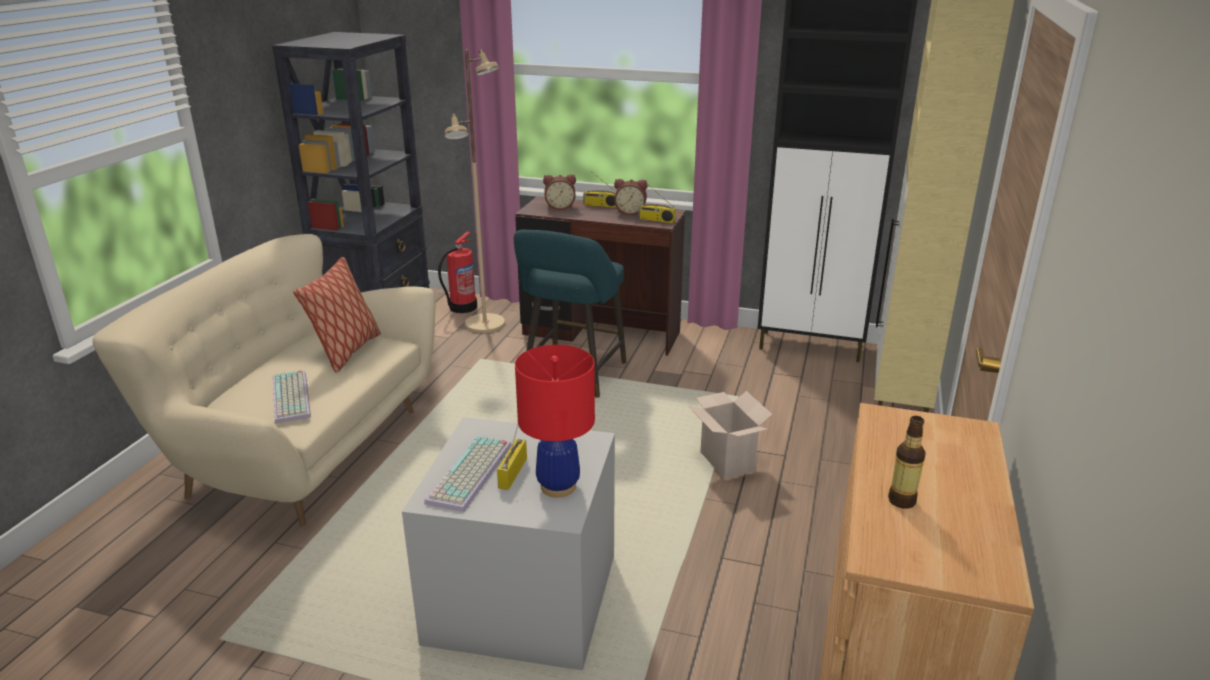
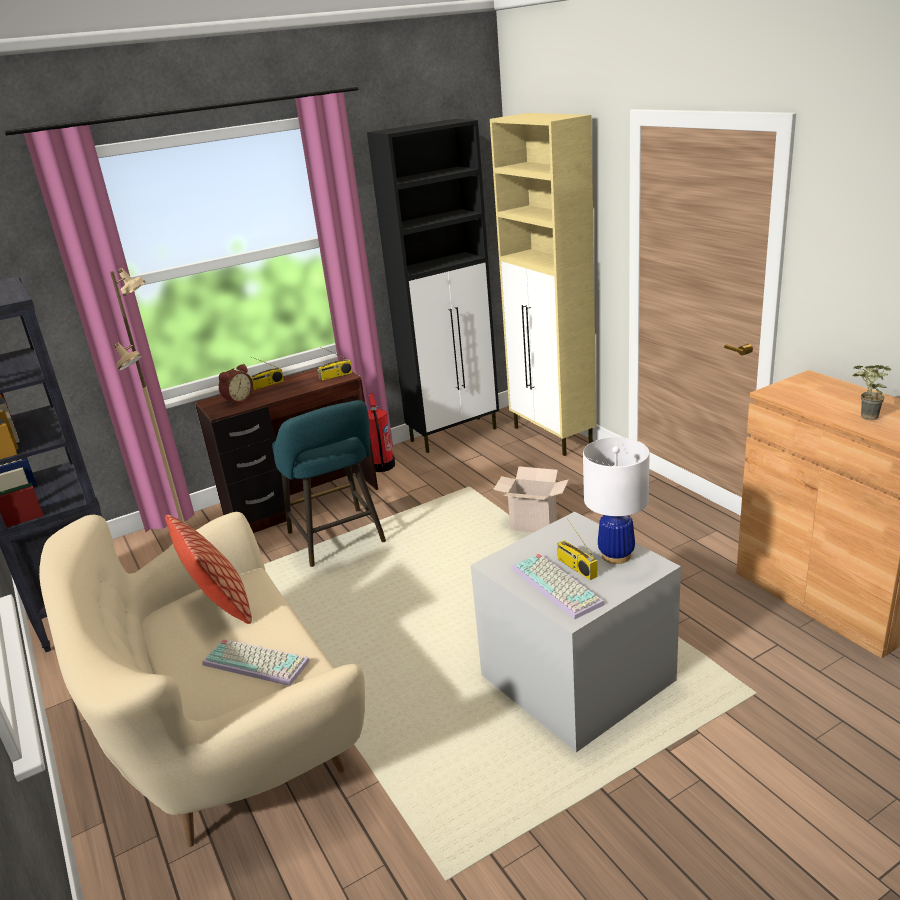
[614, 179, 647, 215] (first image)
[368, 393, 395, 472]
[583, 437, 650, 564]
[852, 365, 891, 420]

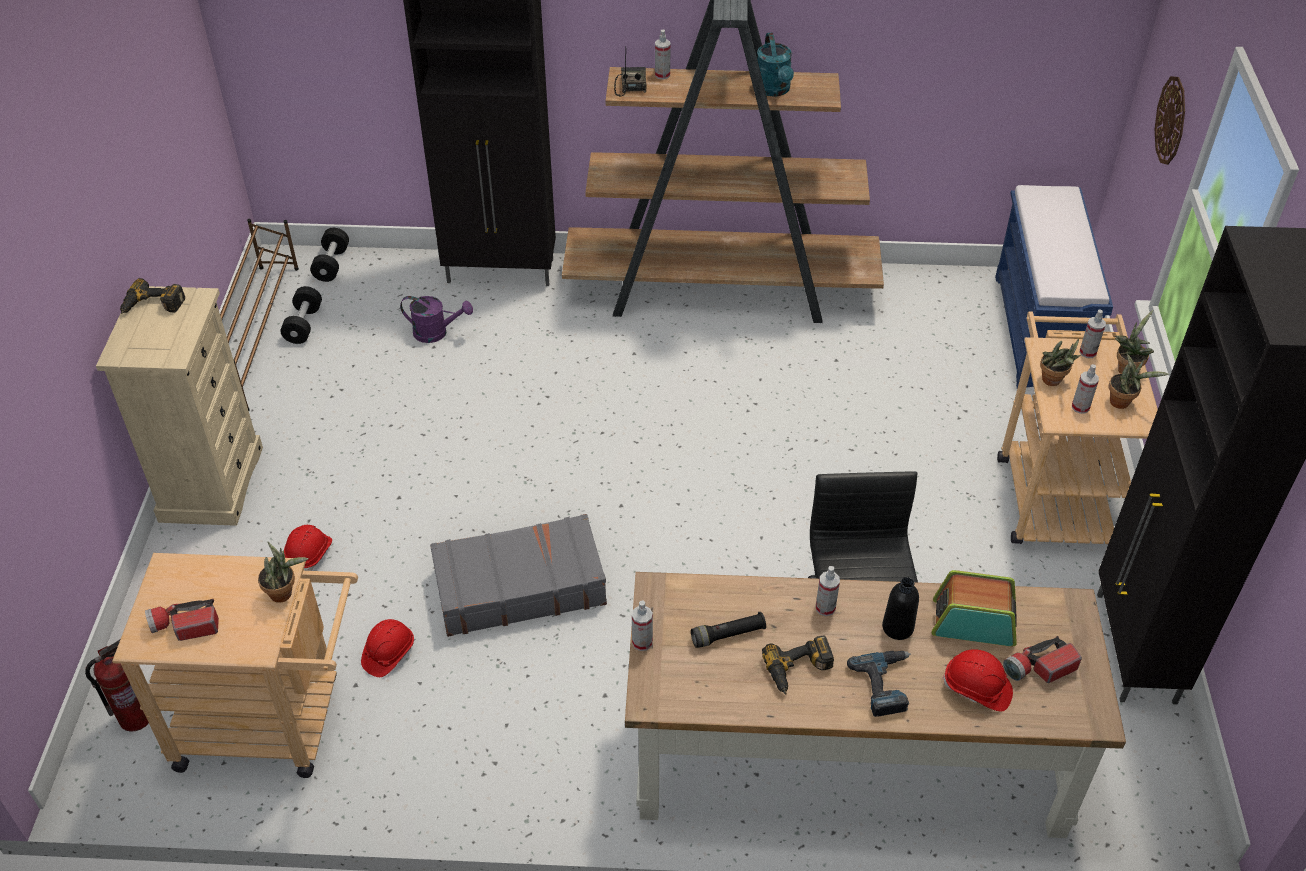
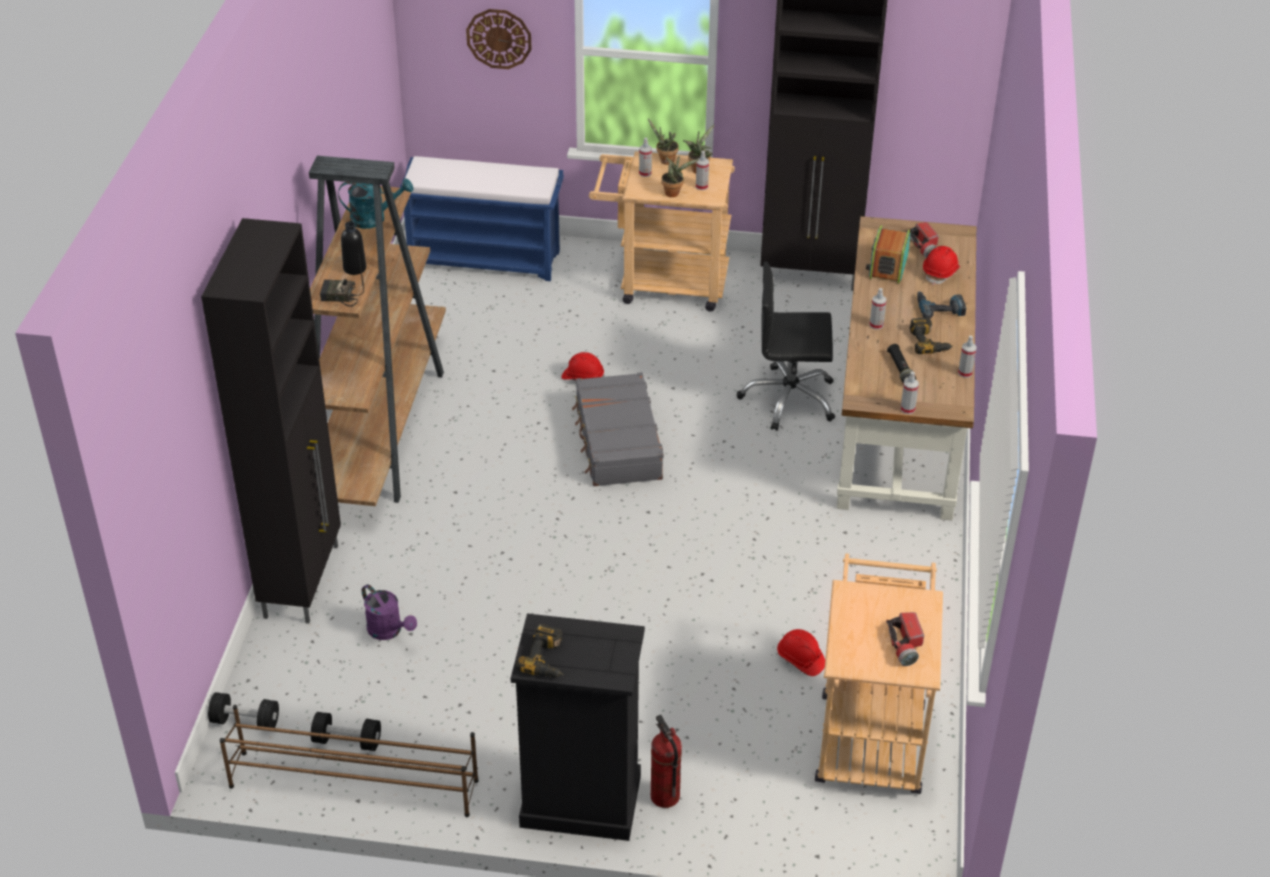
[958, 336, 977, 378]
[511, 614, 645, 841]
[362, 584, 417, 640]
[572, 372, 664, 486]
[561, 352, 604, 382]
[258, 541, 309, 603] (first image)
[341, 221, 366, 275]
[651, 715, 682, 808]

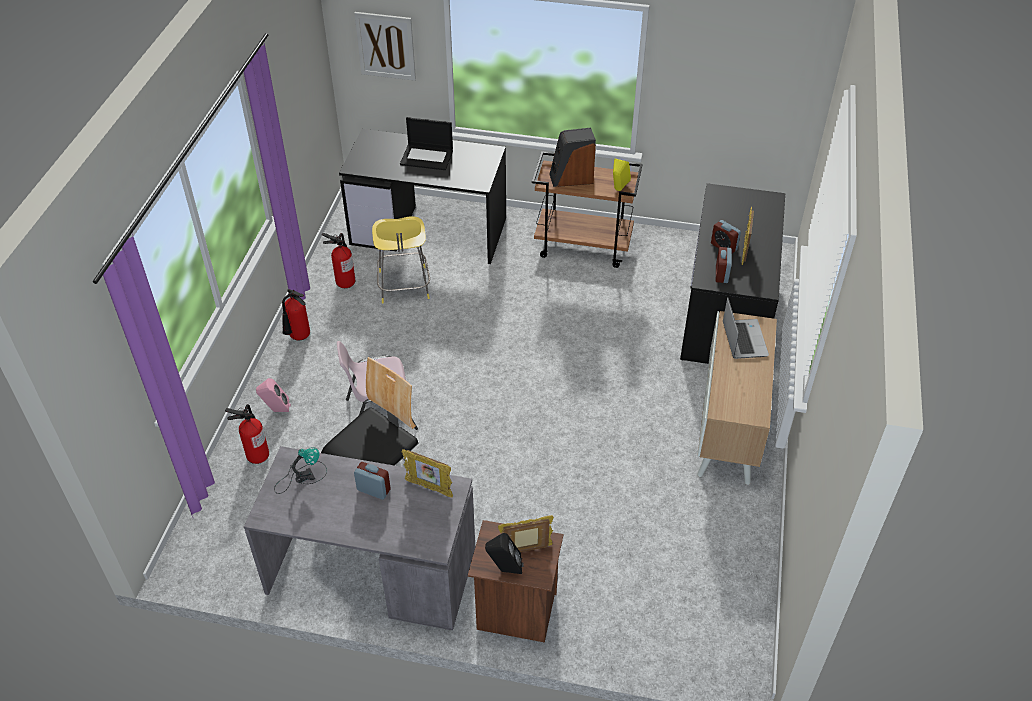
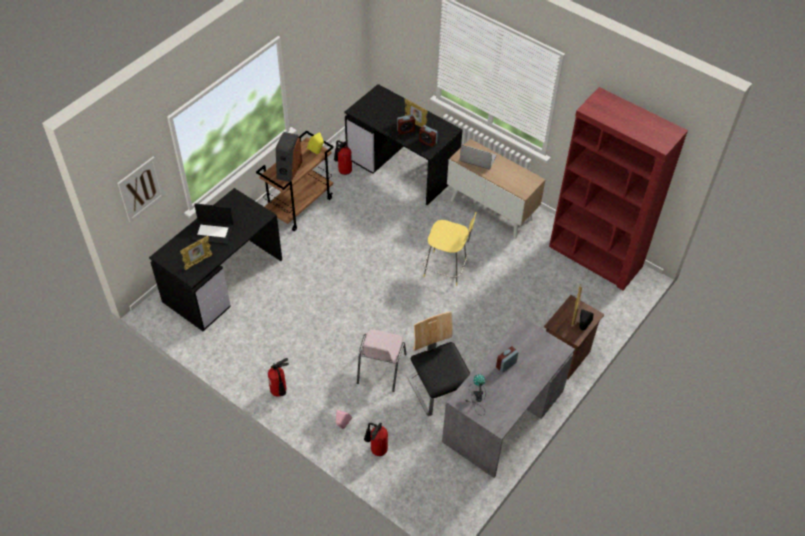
[192, 203, 234, 245]
[423, 212, 477, 286]
[334, 140, 352, 175]
[180, 236, 212, 270]
[549, 87, 688, 291]

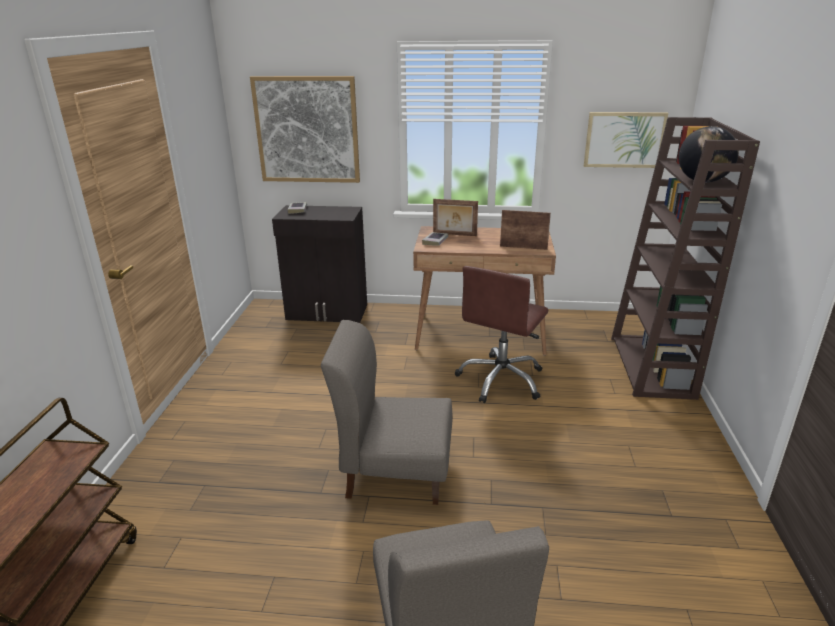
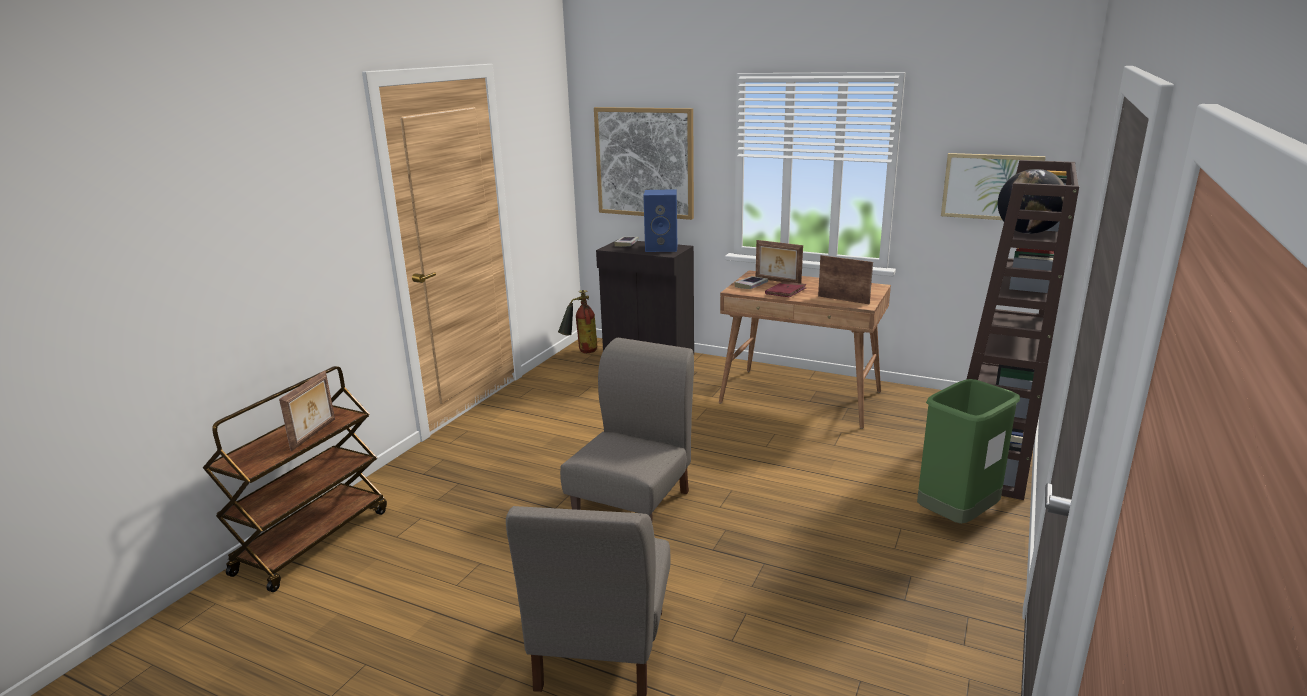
[455, 266, 548, 403] (first image)
[560, 338, 694, 521]
[643, 189, 677, 252]
[765, 281, 807, 297]
[558, 290, 597, 353]
[279, 370, 335, 451]
[917, 379, 1020, 524]

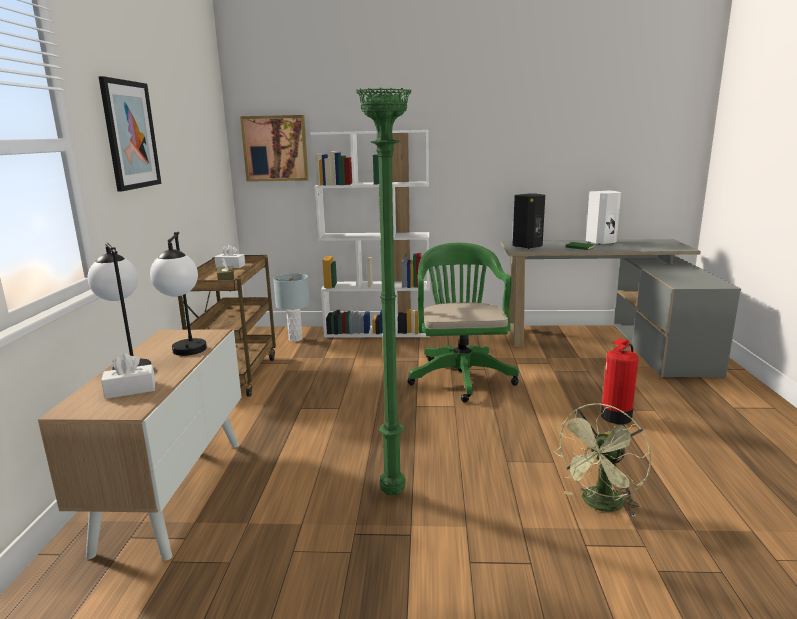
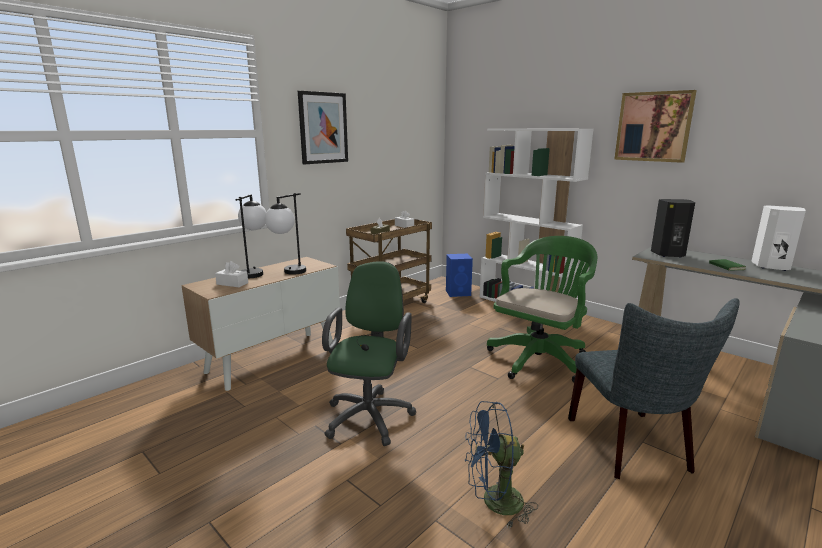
[322, 261, 416, 446]
[614, 90, 697, 163]
[446, 254, 473, 297]
[568, 298, 740, 479]
[465, 401, 538, 528]

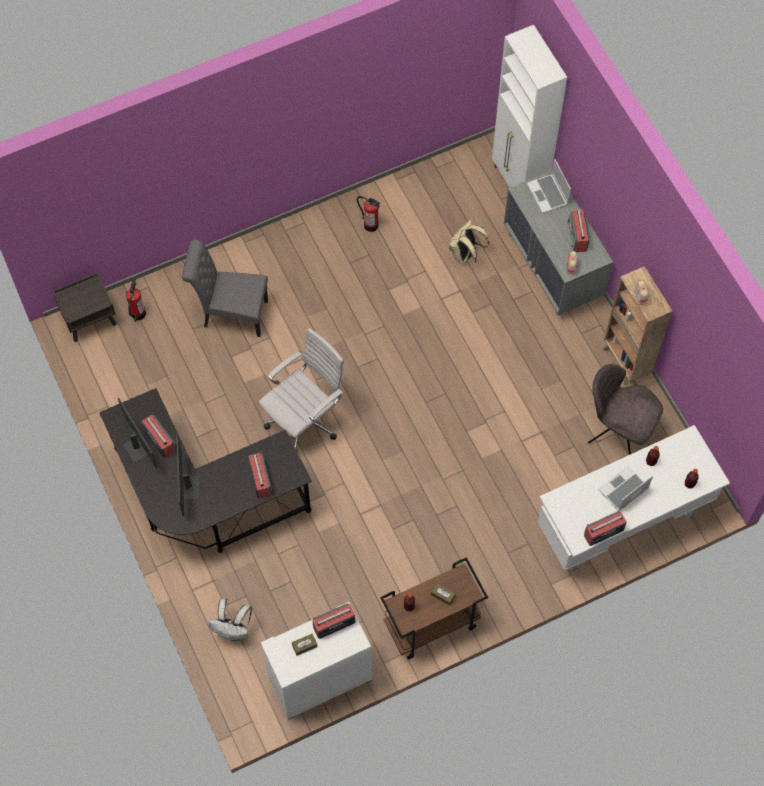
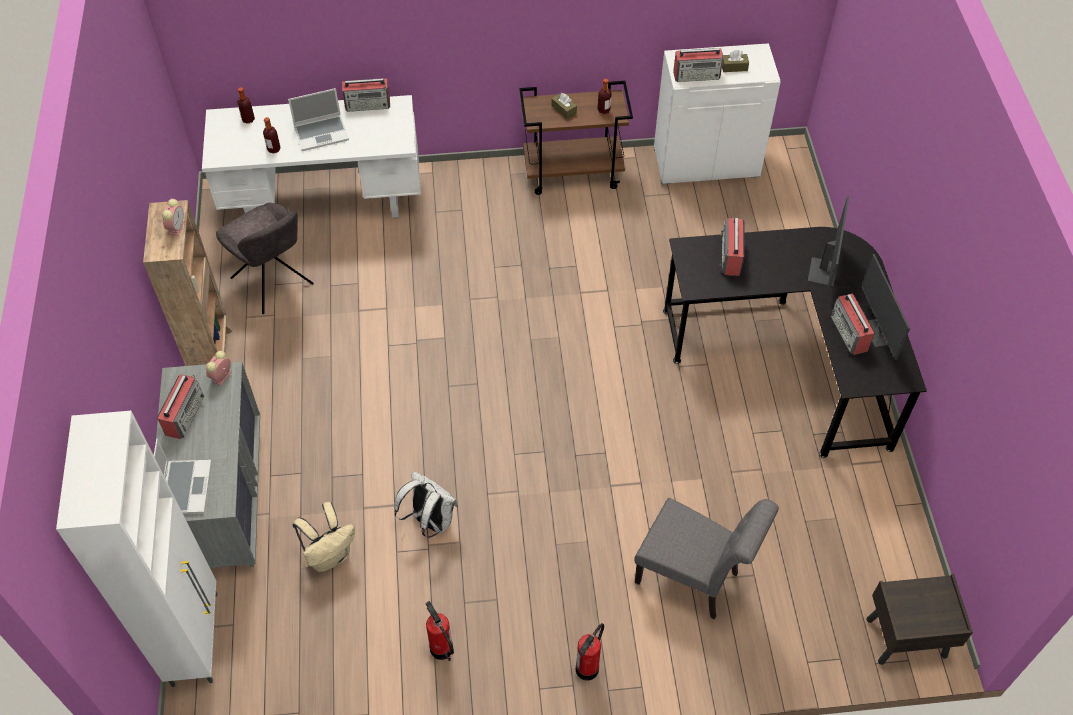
[576, 623, 604, 681]
[259, 328, 344, 451] (first image)
[394, 471, 458, 538]

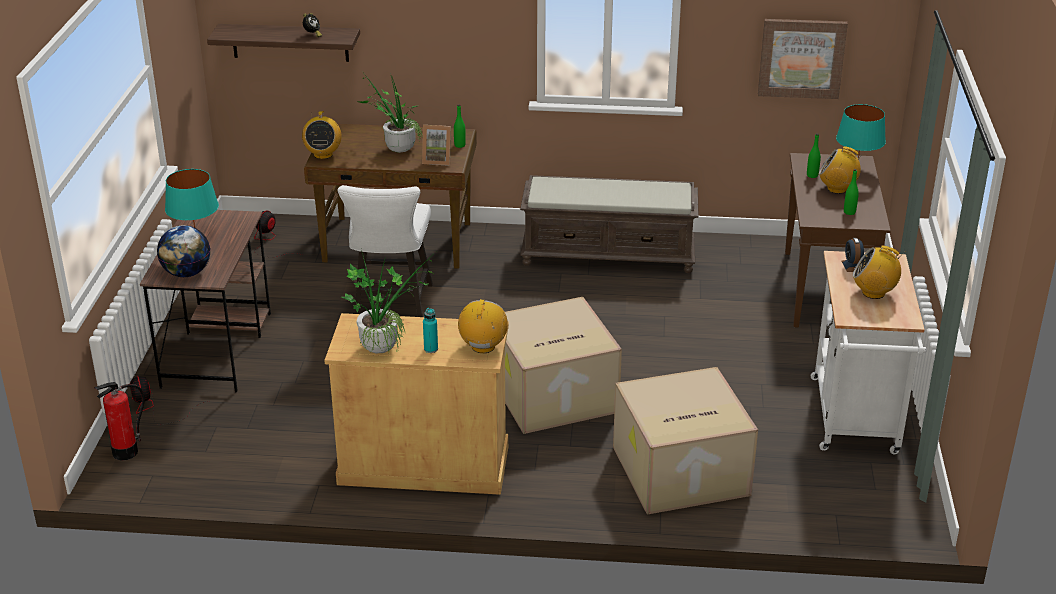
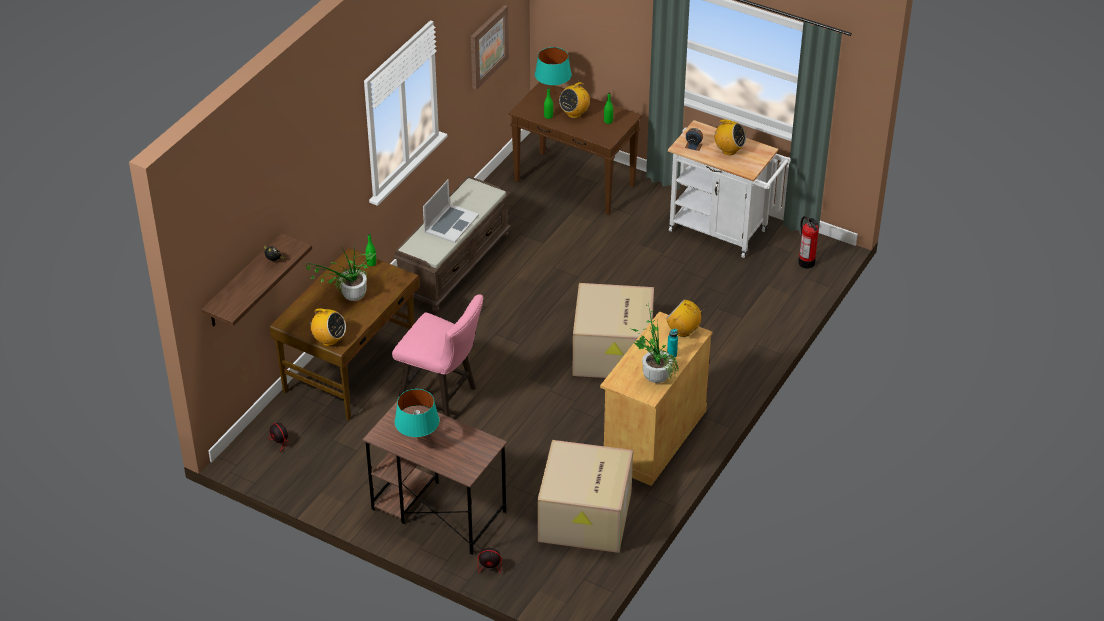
[422, 125, 451, 166] (first image)
[392, 295, 484, 417]
[157, 225, 210, 277] (first image)
[712, 119, 746, 155]
[537, 440, 633, 553]
[798, 216, 819, 269]
[423, 179, 479, 243]

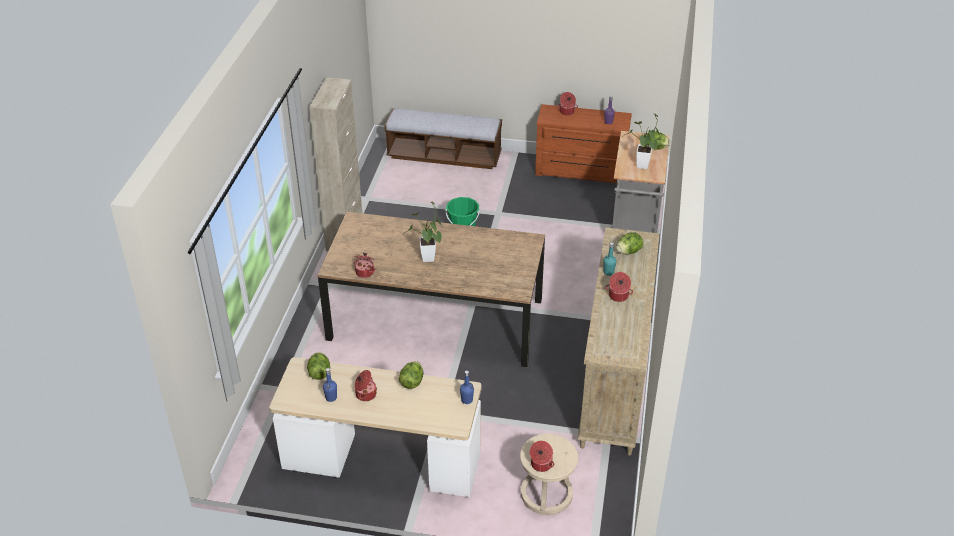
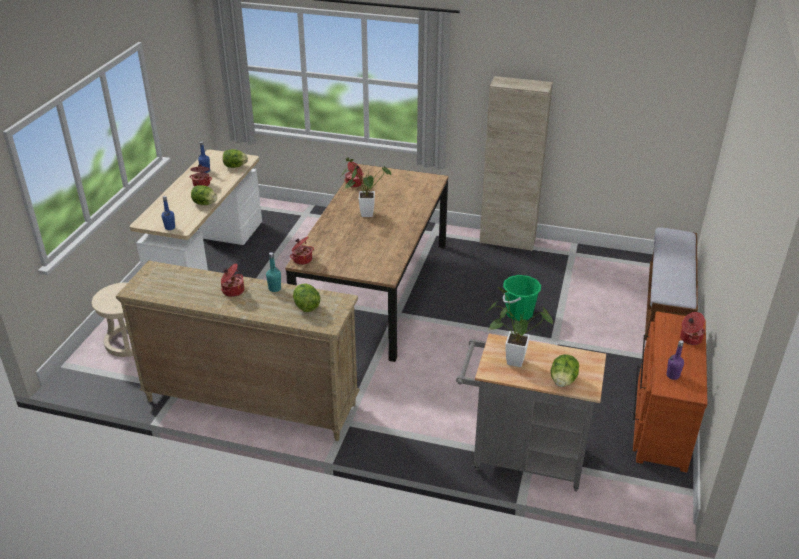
[290, 237, 314, 265]

